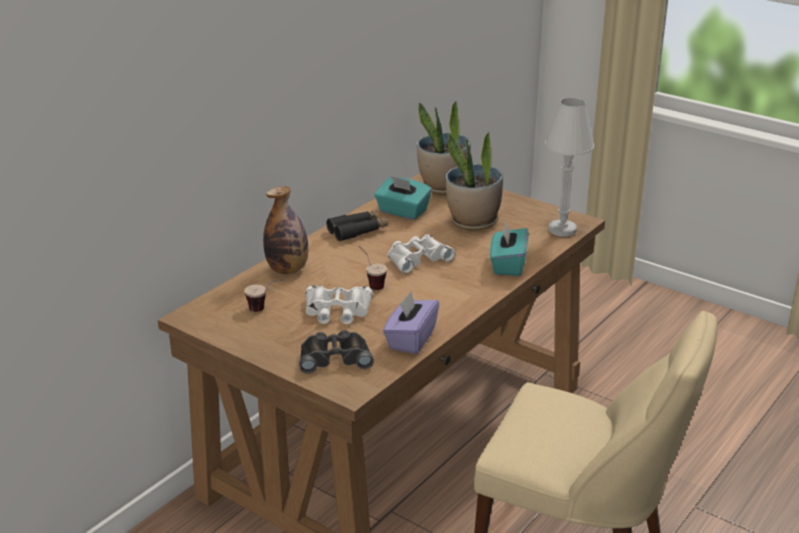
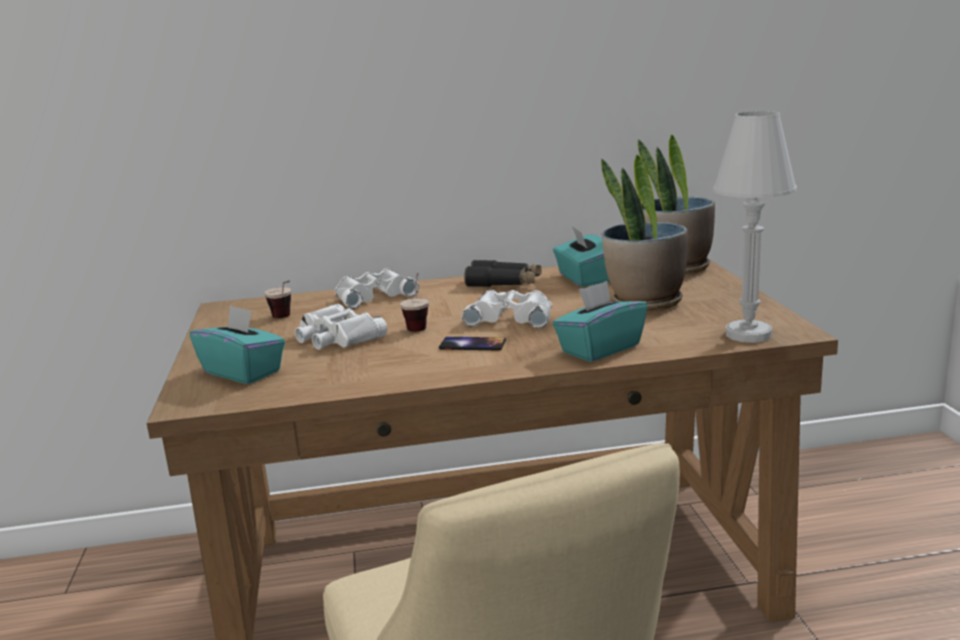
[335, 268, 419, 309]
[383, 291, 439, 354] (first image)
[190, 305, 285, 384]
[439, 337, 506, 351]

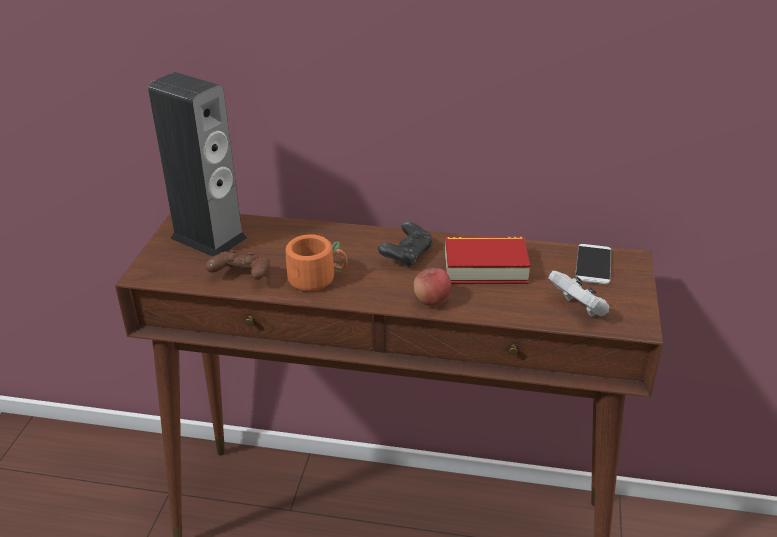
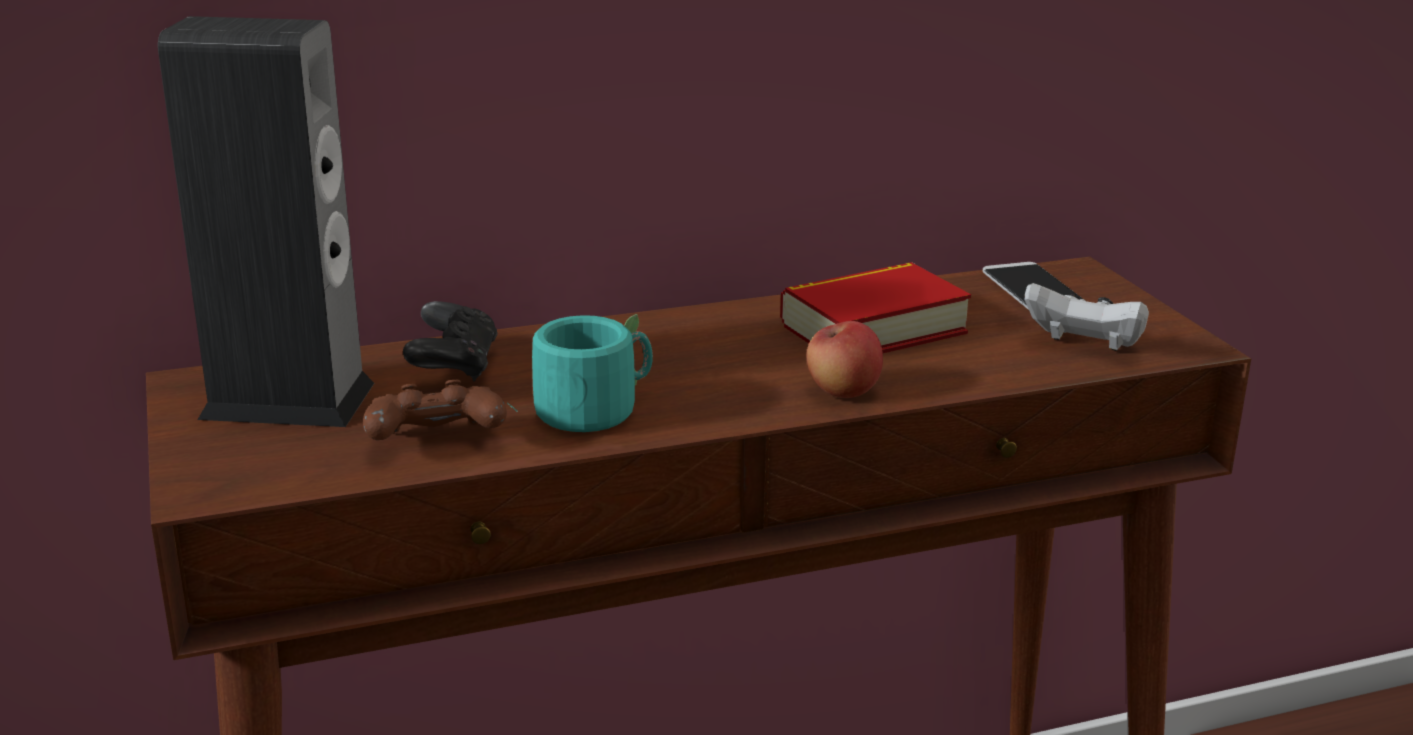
[403, 301, 498, 382]
[508, 314, 653, 432]

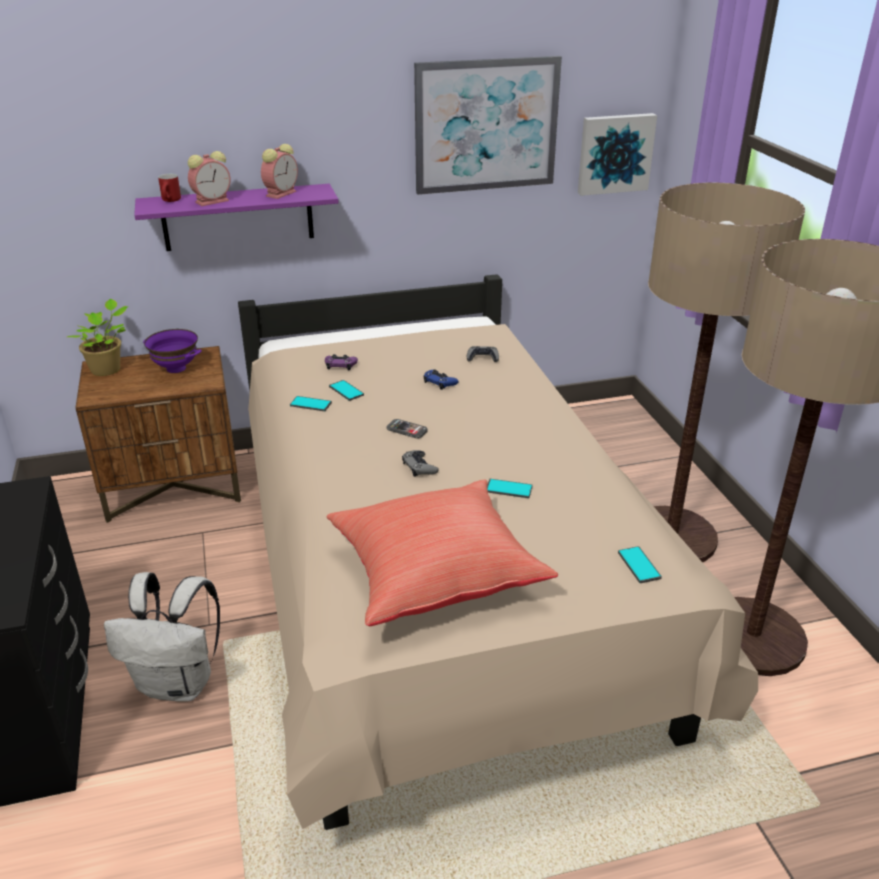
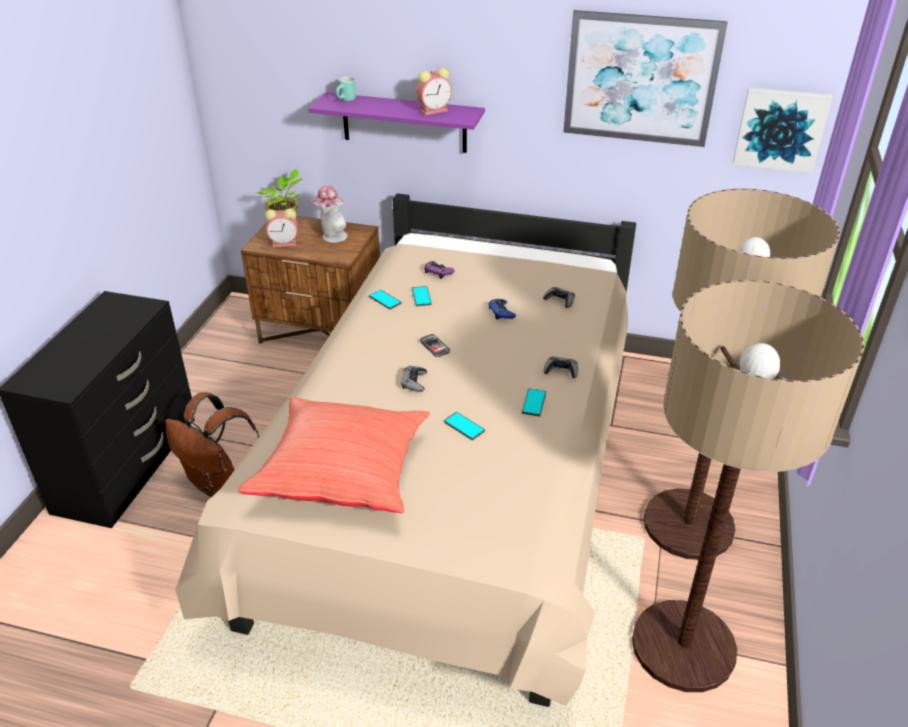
[265, 209, 298, 247]
[336, 77, 356, 101]
[311, 185, 347, 243]
[522, 388, 546, 416]
[165, 392, 259, 497]
[543, 357, 578, 378]

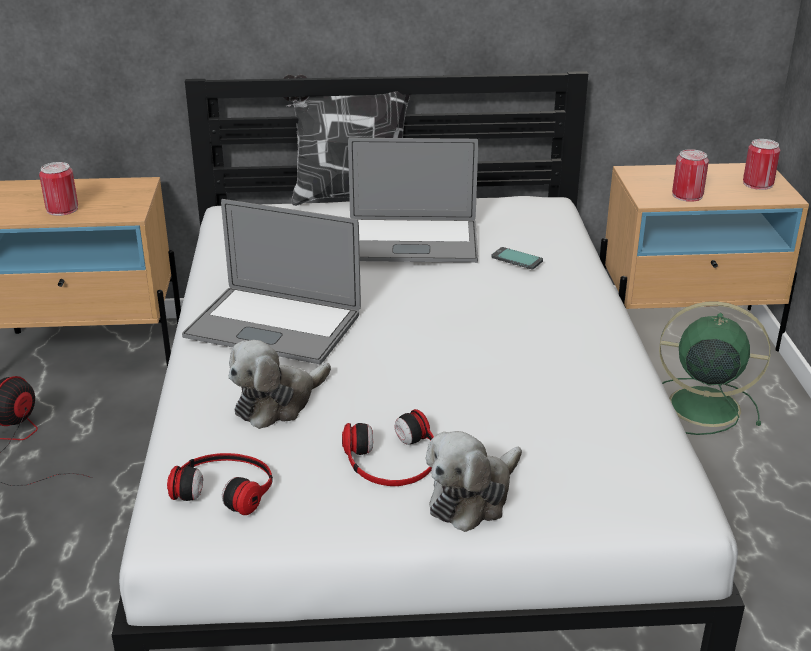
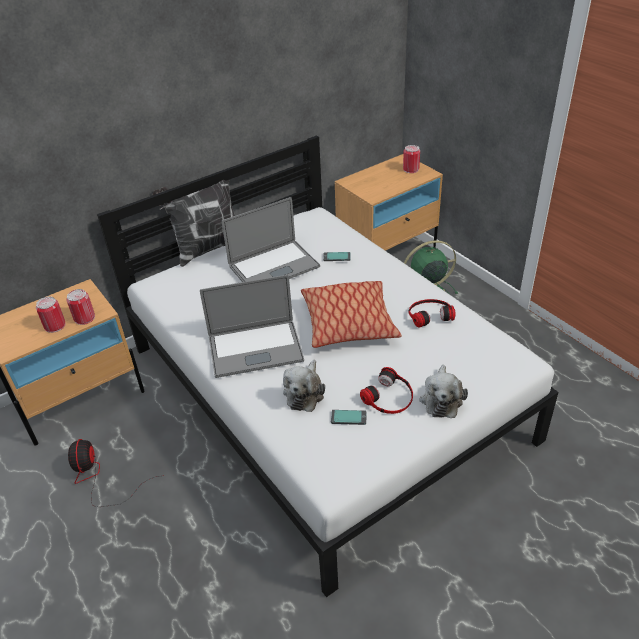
[66, 289, 95, 325]
[409, 299, 456, 328]
[301, 281, 402, 348]
[331, 410, 367, 425]

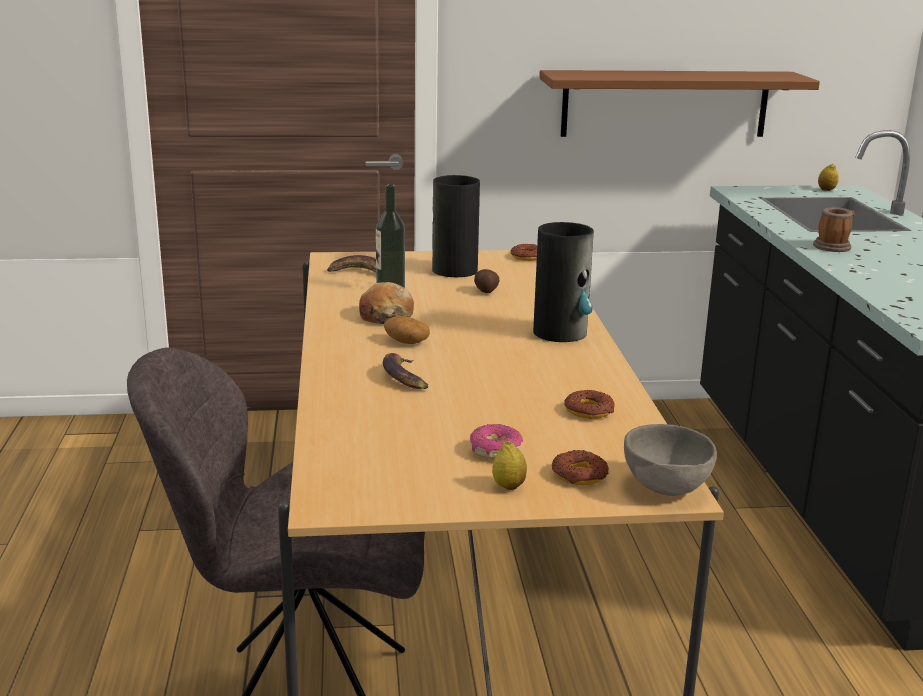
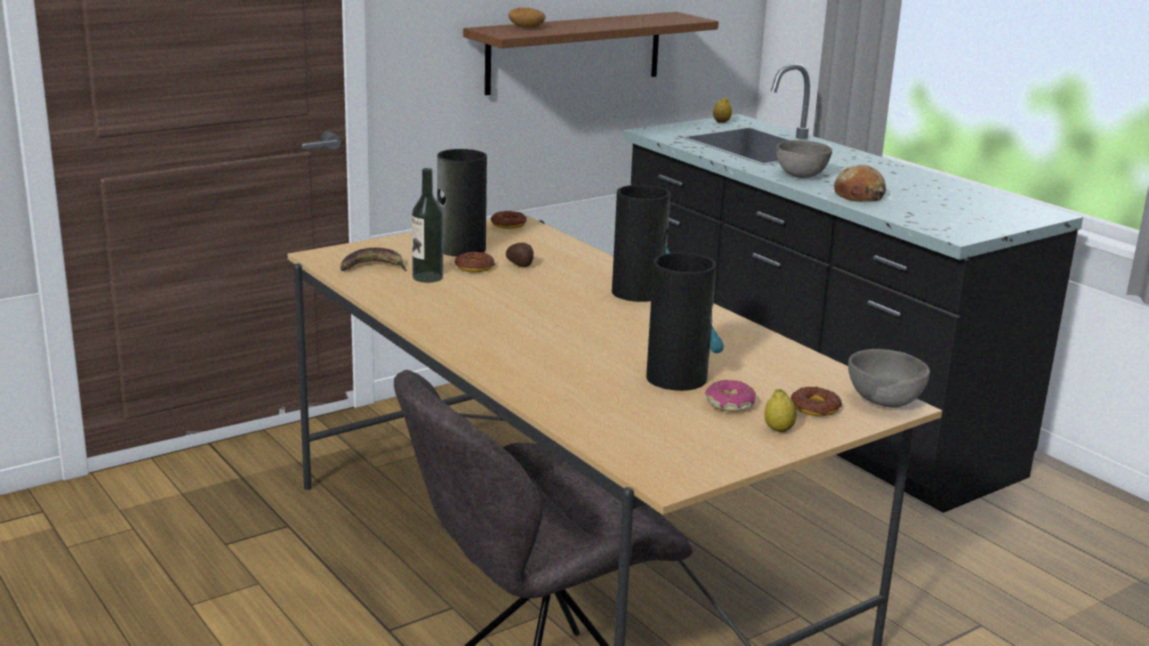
[776, 140, 832, 178]
[834, 165, 886, 202]
[508, 8, 546, 28]
[383, 353, 428, 389] (first image)
[455, 252, 495, 272]
[646, 253, 724, 391]

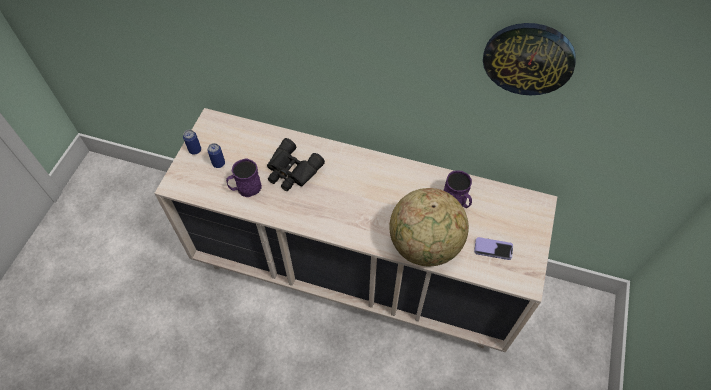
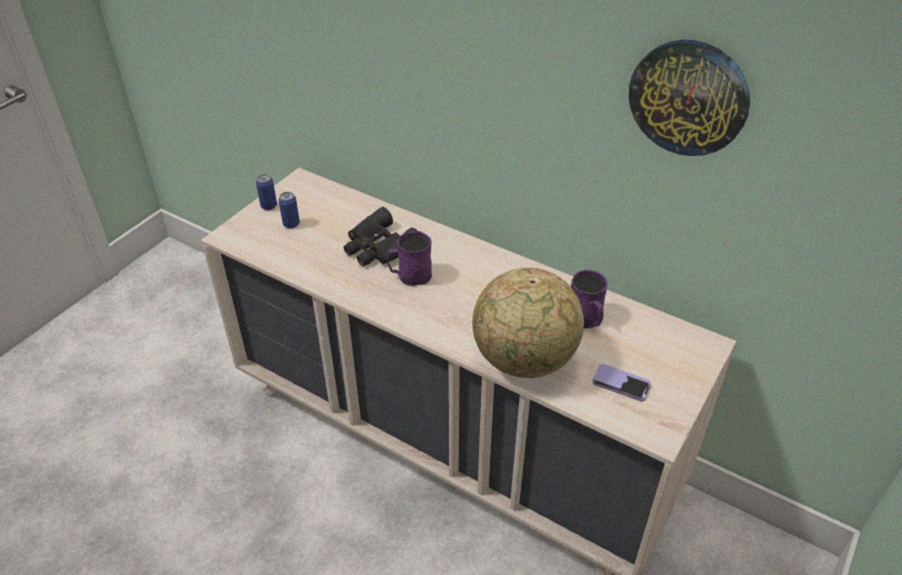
[387, 231, 432, 286]

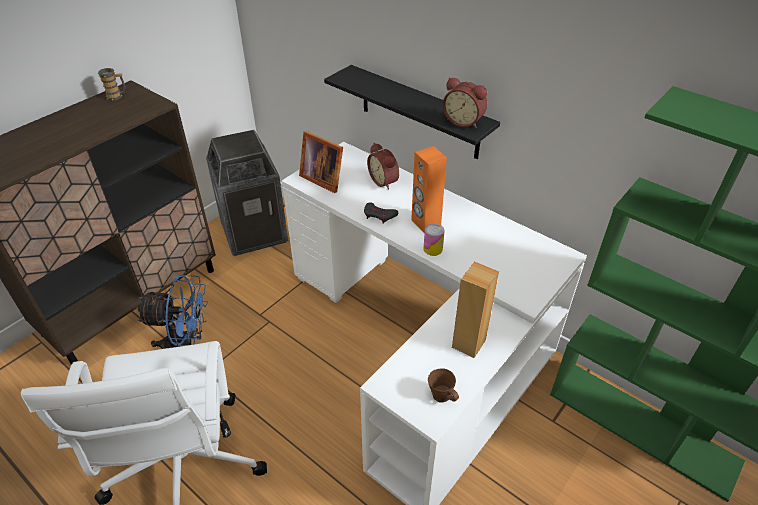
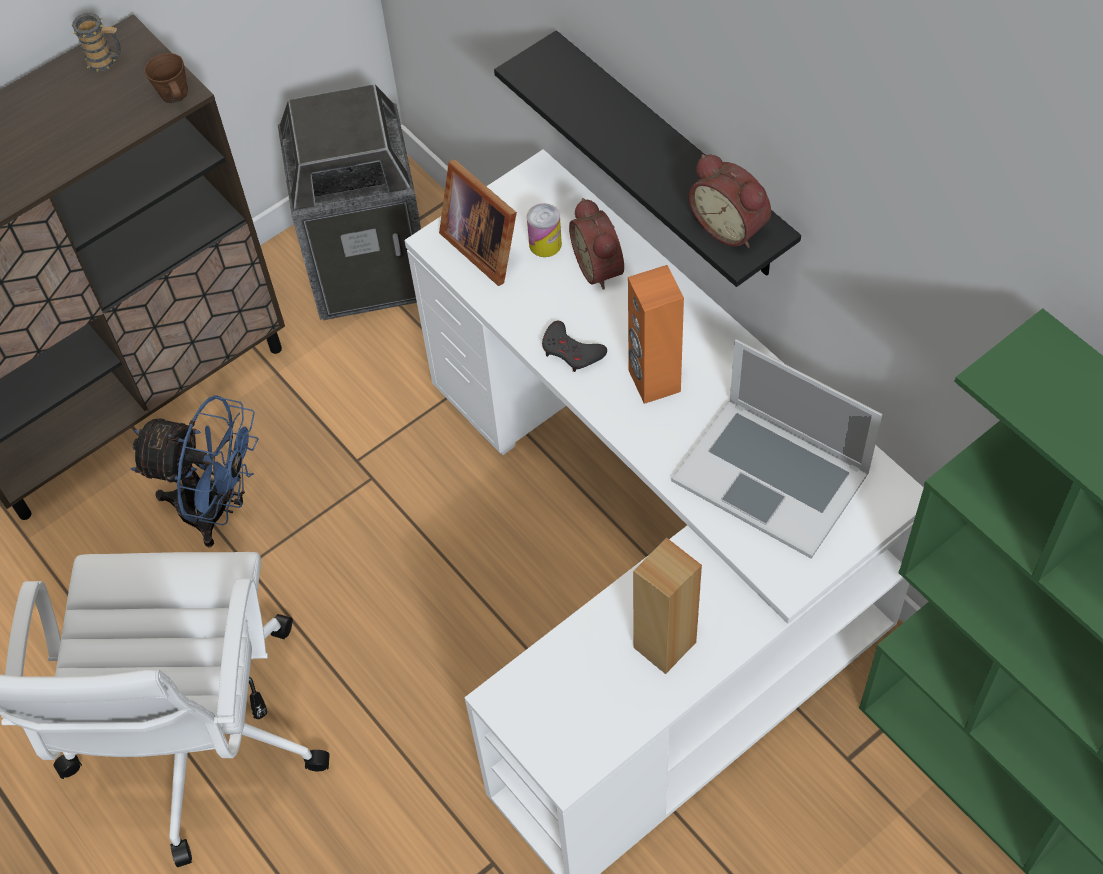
[527, 203, 562, 257]
[144, 53, 188, 103]
[671, 339, 882, 559]

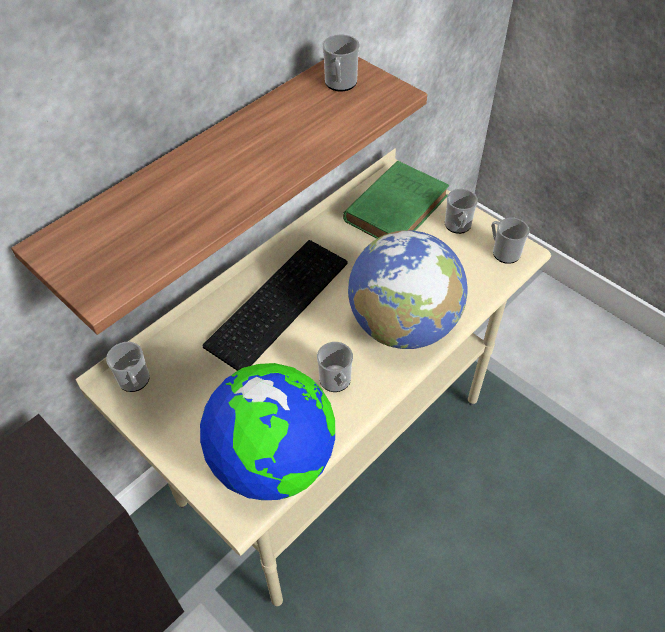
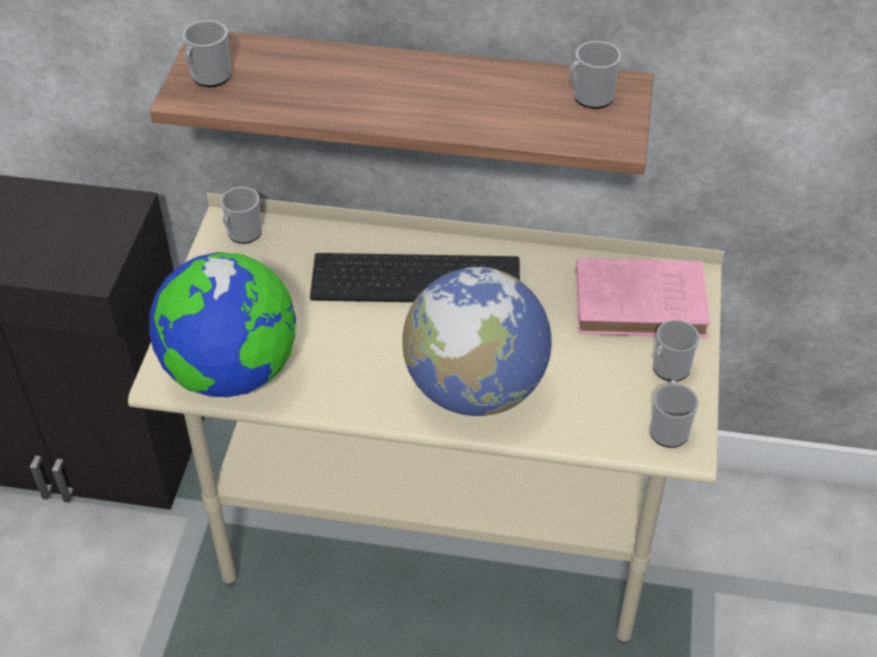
[576, 258, 710, 338]
[183, 20, 231, 87]

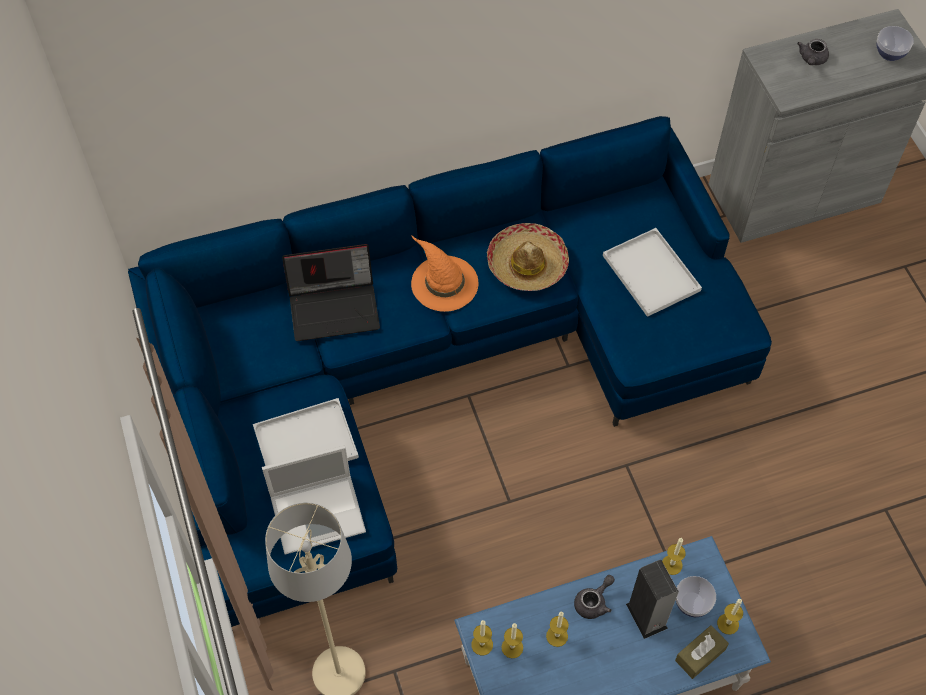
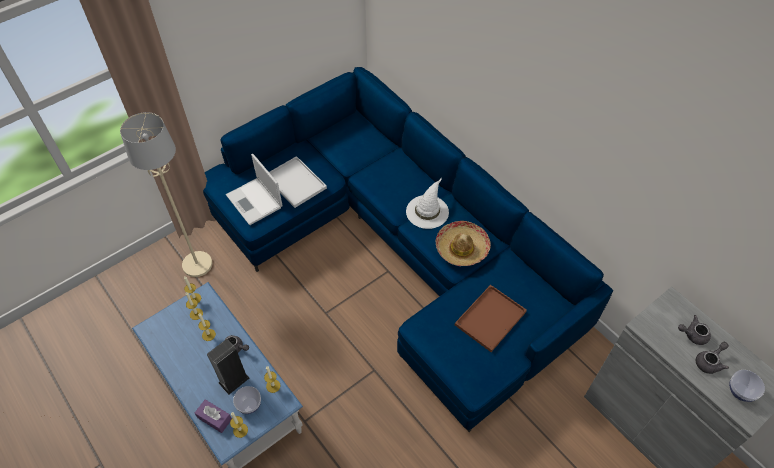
[455, 285, 527, 352]
[406, 178, 449, 229]
[282, 244, 380, 341] (first image)
[195, 399, 232, 433]
[696, 342, 729, 374]

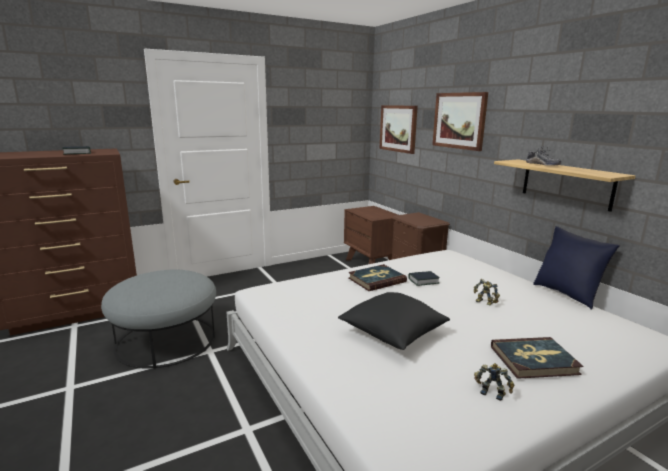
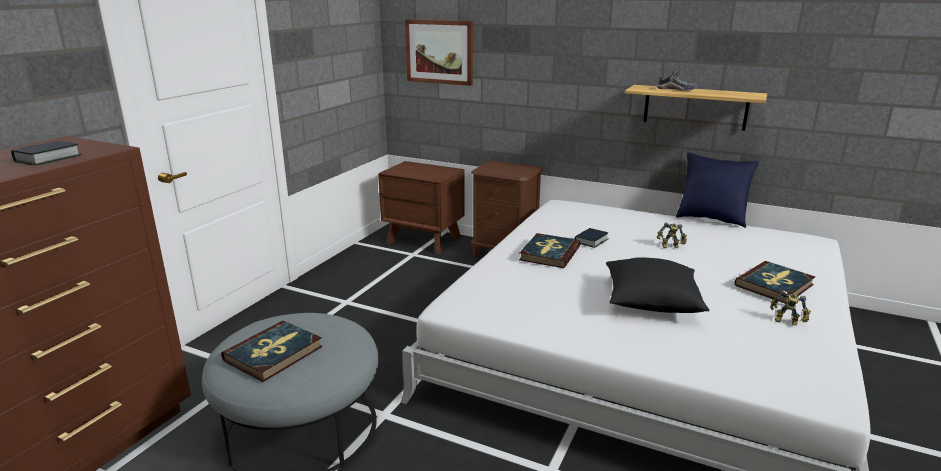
[432, 92, 488, 151] (first image)
[770, 290, 811, 326]
[221, 321, 323, 382]

